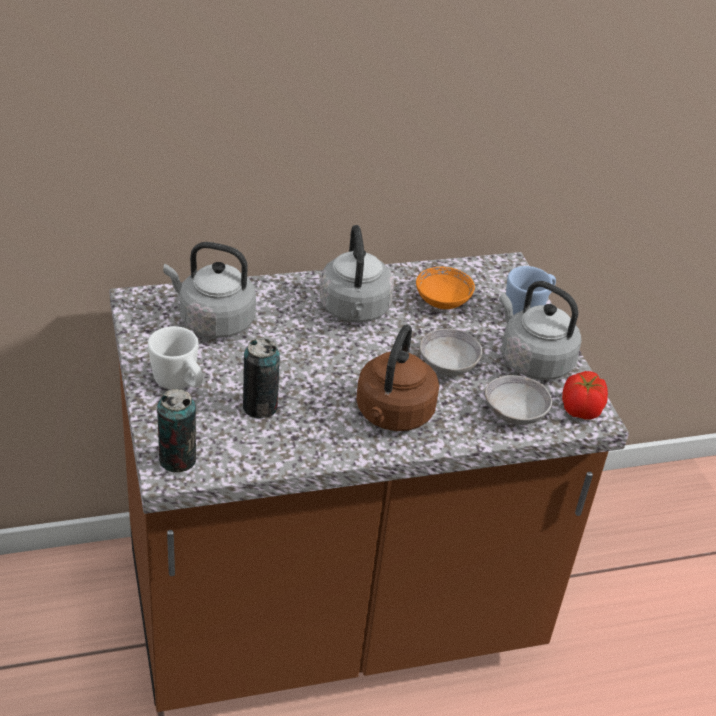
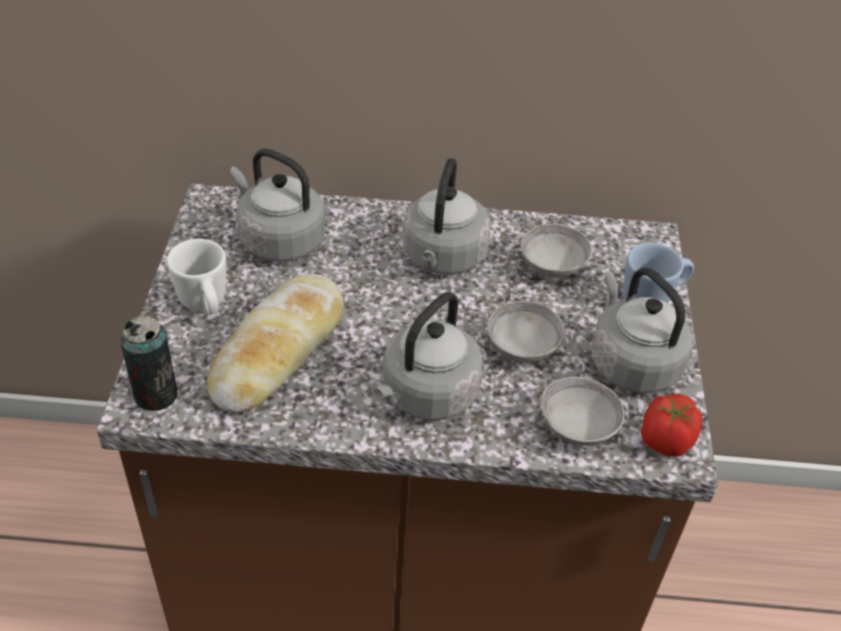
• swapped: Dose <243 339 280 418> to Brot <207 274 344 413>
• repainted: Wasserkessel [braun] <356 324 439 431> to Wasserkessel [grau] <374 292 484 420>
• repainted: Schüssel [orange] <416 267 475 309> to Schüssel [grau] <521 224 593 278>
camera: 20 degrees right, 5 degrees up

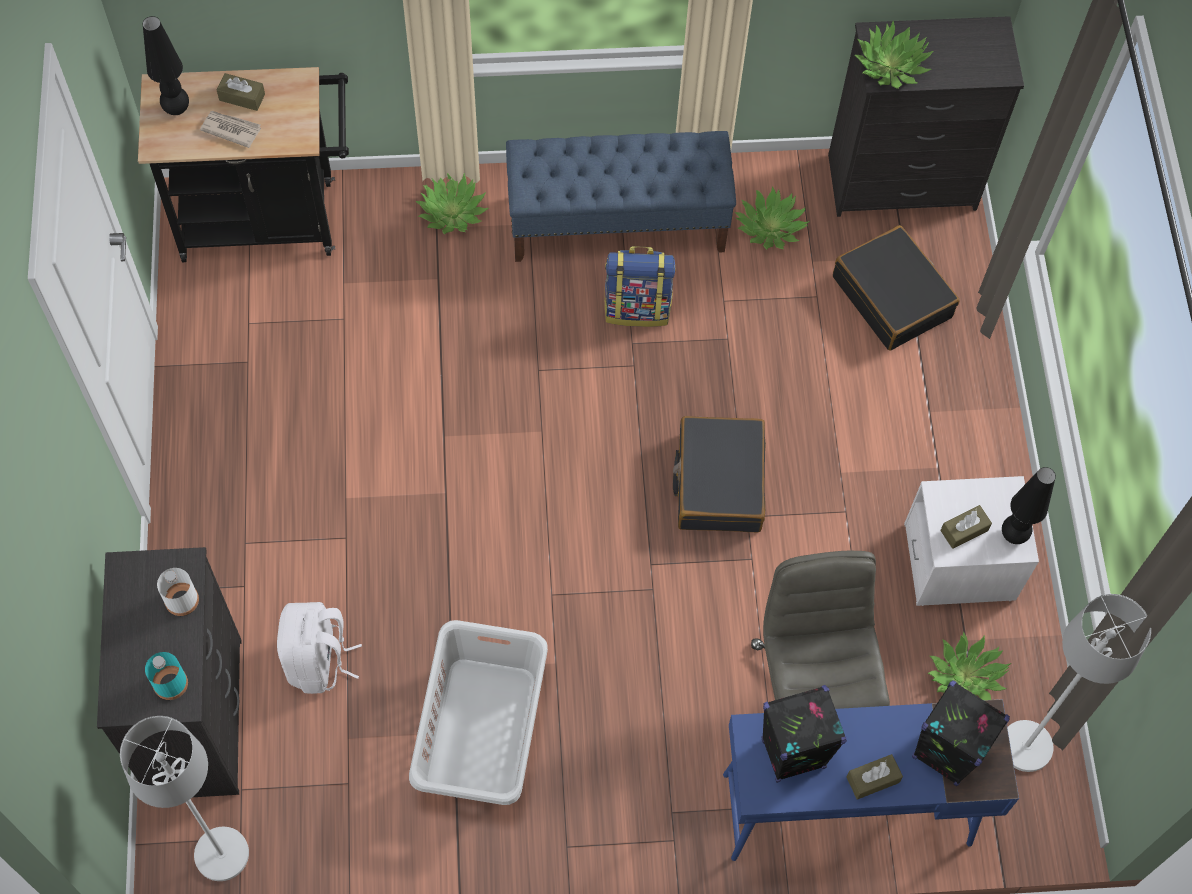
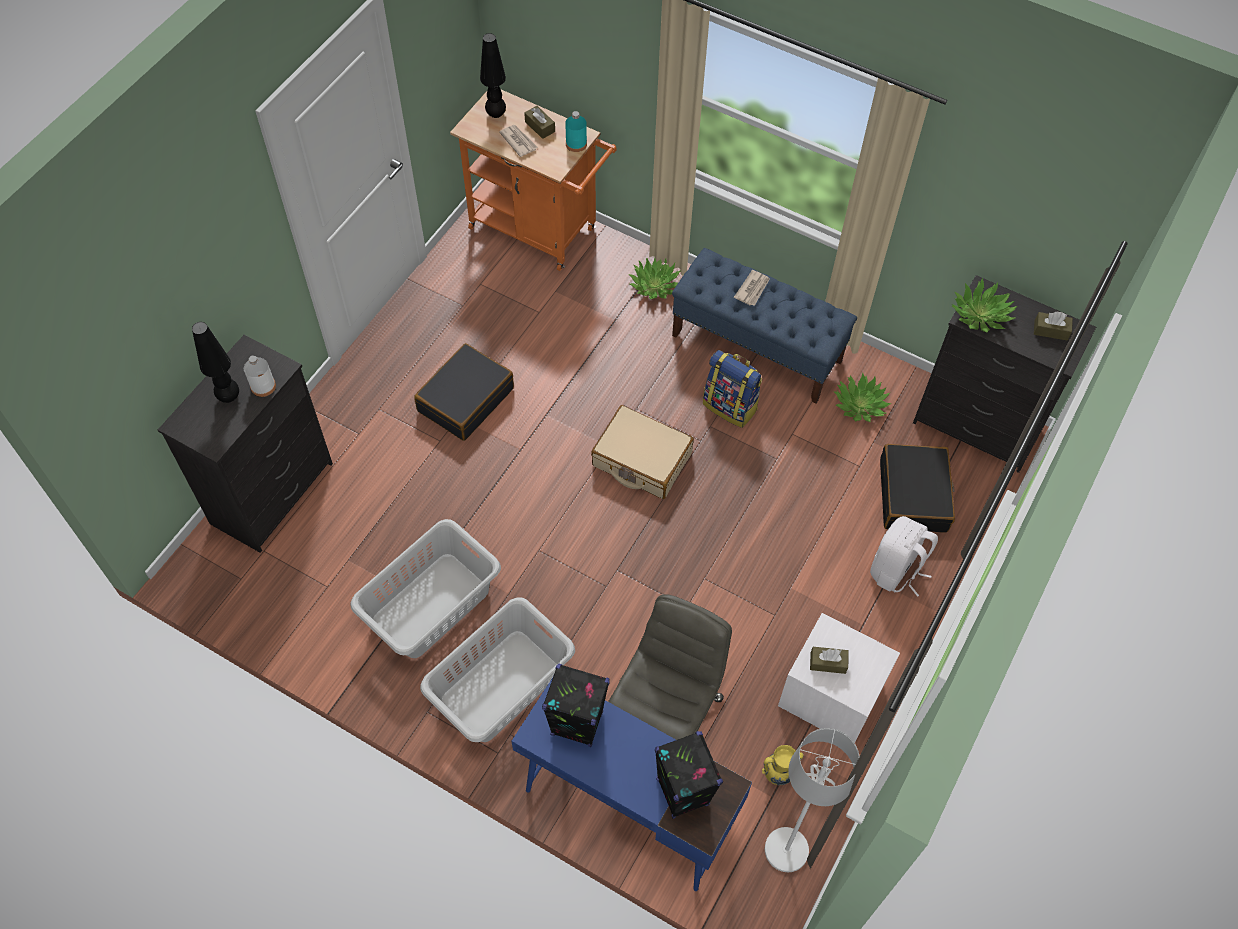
• gone: Stehlampe [weiß] <120 716 249 881>
• repainted: Rollwagen [schwarz] <138 67 349 262> to Rollwagen [orange] <450 90 617 271>
• shifted: Flasche [türkis] <145 652 188 700> to <565 111 587 152>
• shifted: Rucksack [weiß] <277 602 362 694> to <870 516 938 597>
• shifted: Koffer [schwarz] <673 416 766 532> to <414 343 514 441>
• shifted: Taschentuchbox [braun] <847 754 903 800> to <1034 312 1073 341>
• swapped: Topfpflanze <928 631 1012 700> to Vase [gelb] <762 745 804 785>
• shifted: Tischlampe [schwarz] <1002 467 1056 544> to <192 322 239 403>
• new: Wäschekorb [grau] <420 597 575 742>
• new: Koffer [beige] <591 405 694 499>
• new: Zeitung <734 270 770 306>
camera: 35 degrees right, 5 degrees down

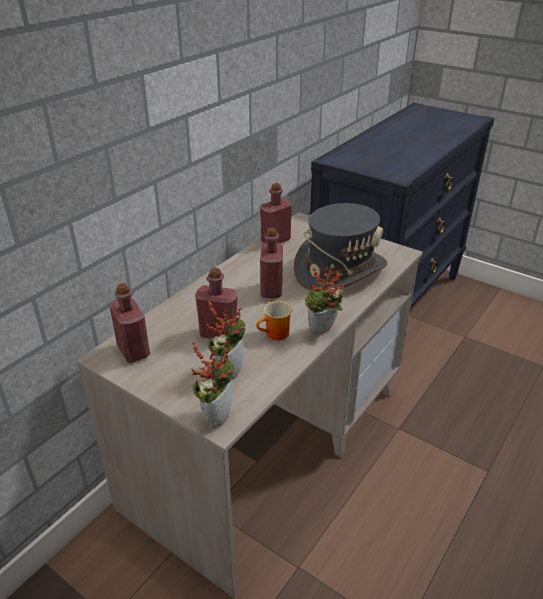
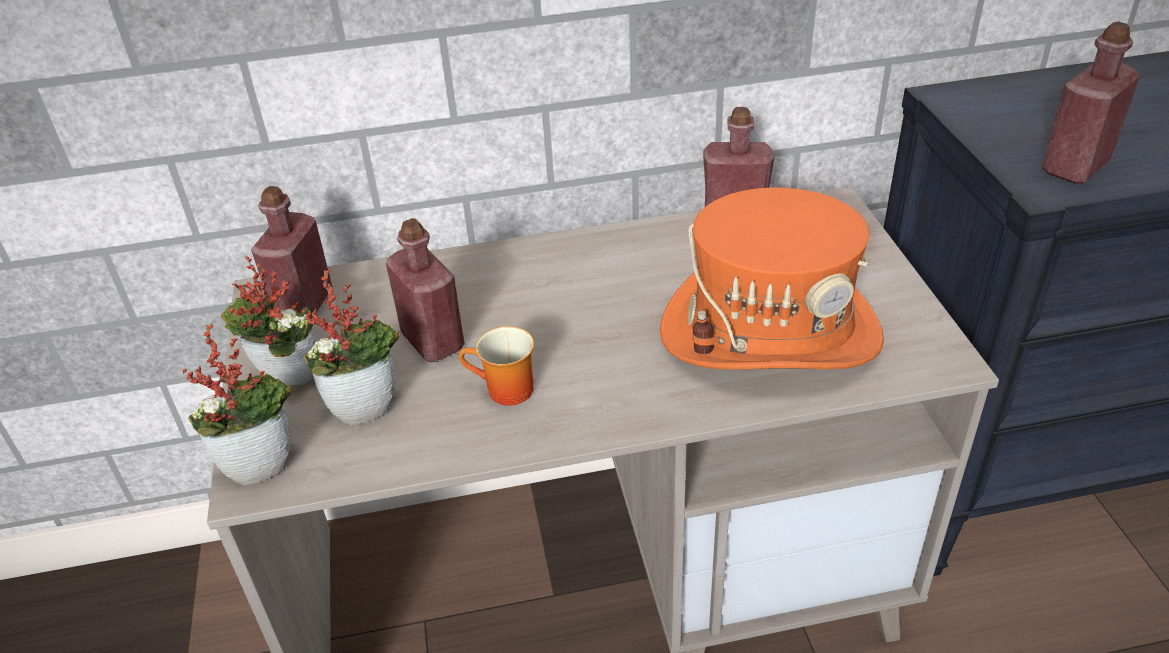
• shifted: Flasche [rot] <260 228 283 298> to <1042 21 1140 184>
• repainted: Hut [grau] <294 203 388 291> to Hut [orange] <660 187 884 369>
• shifted: Topfpflanze <305 267 344 335> to <221 256 316 385>
camera: 45 degrees right, 5 degrees up

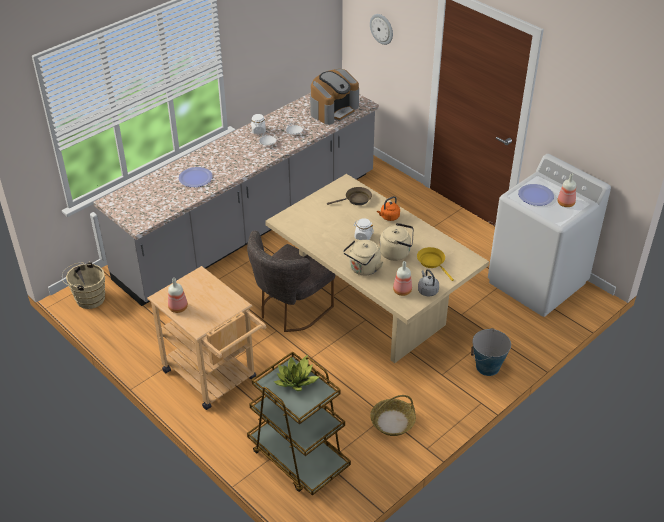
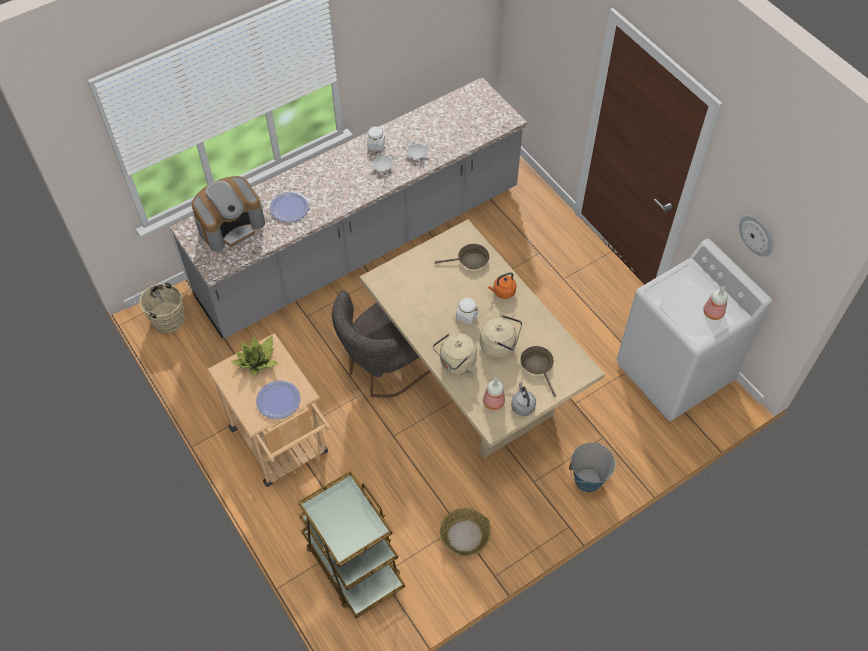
• gone: Flasche <168 278 188 313>
• shifted: Topfpflanze <274 354 319 391> to <231 335 278 375>
• shifted: Kaffeemaschine <310 69 359 125> to <192 176 265 251>
• shifted: Wanduhr <370 14 393 45> to <739 215 773 257>
• repainted: Pfanne [gelb] <417 247 454 281> to Pfanne [braun] <521 346 556 397>
• shifted: Teller <518 184 554 206> to <256 380 301 419>
camera: 10 degrees right, 15 degrees up

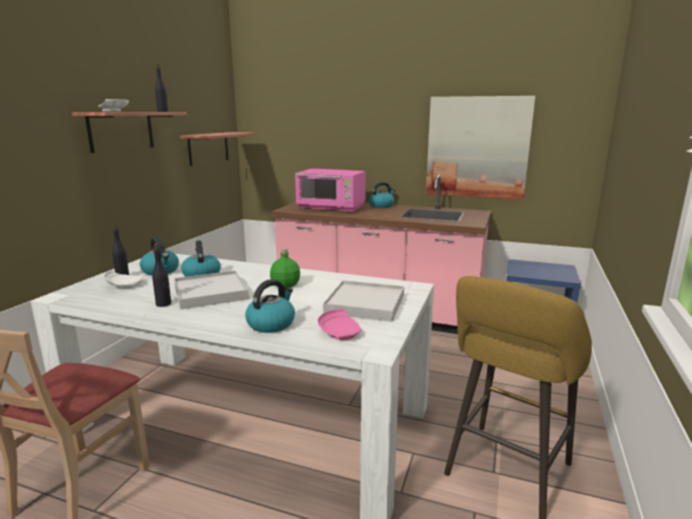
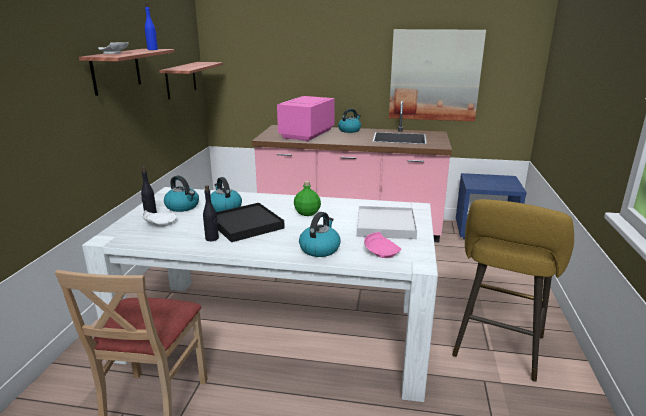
• repainted: Flasche [schwarz] <155 64 168 112> to Flasche [blau] <145 3 158 50>
• repainted: Tablett [weiß] <174 270 249 310> to Tablett [schwarz] <216 203 285 242>
• rotated: Mikrowelle [rosa] <295 169 366 212> = <277 96 335 142> 105 degrees clockwise
camera: 10 degrees left, 5 degrees up

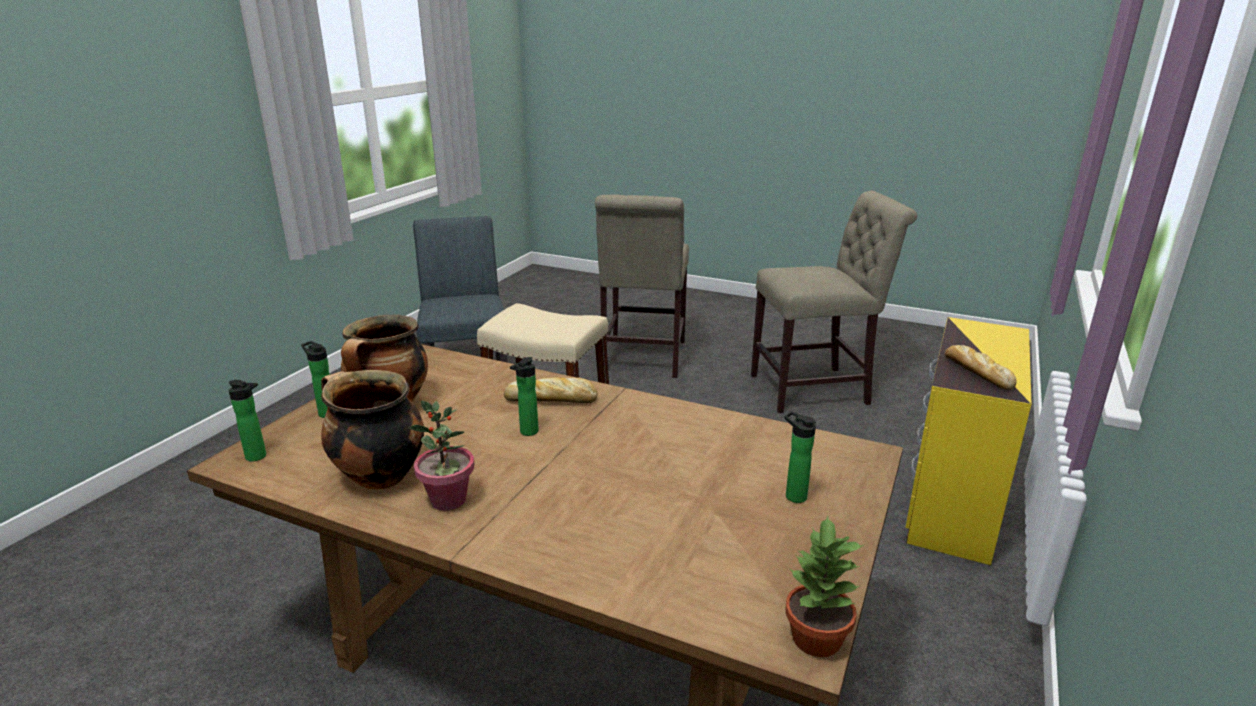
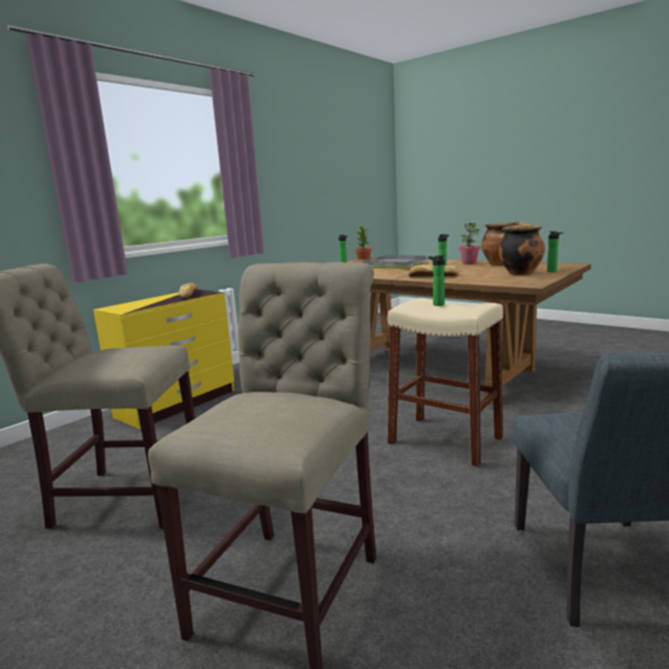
• shifted: Flasche <229 380 266 462> to <428 255 445 306>
• new: Tablett [grau] <362 255 430 269>
camera: 165 degrees left, 10 degrees down

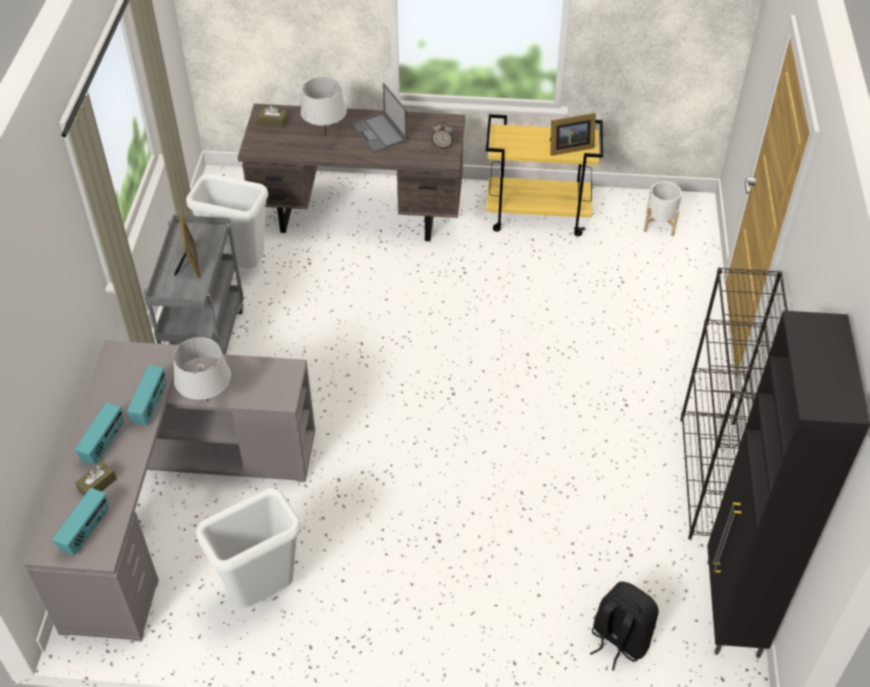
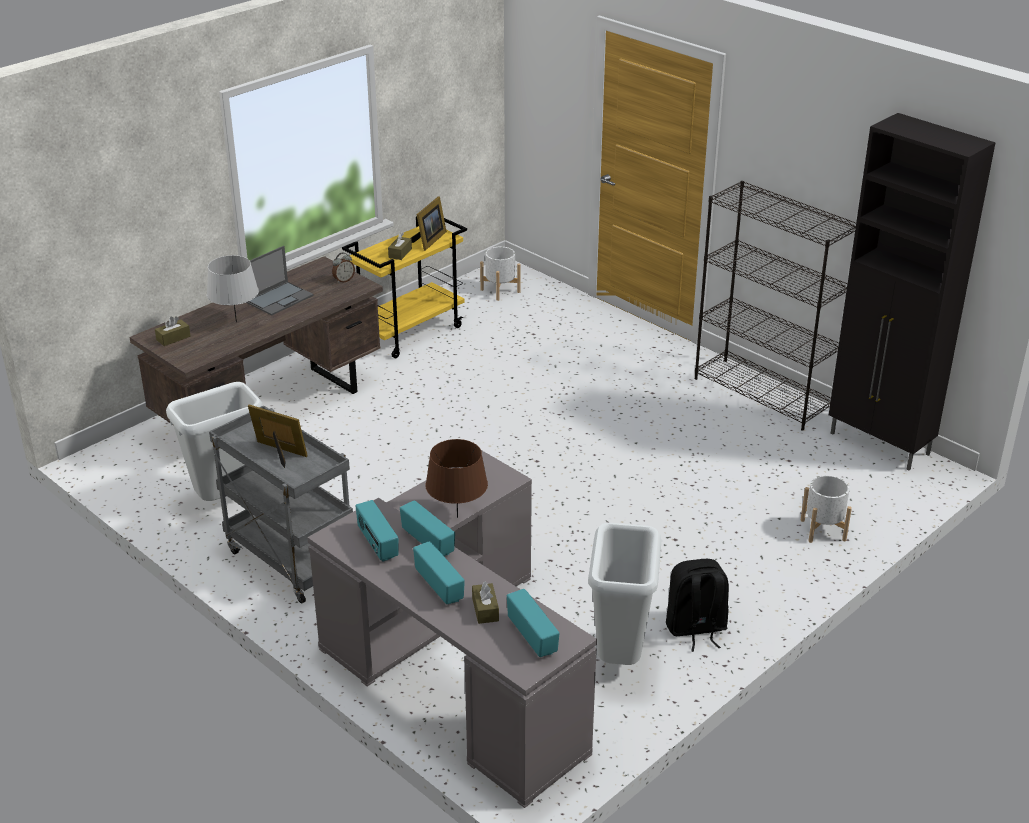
• repainted: Tischlampe [grau] <173 337 231 401> to Tischlampe [braun] <426 439 488 518>
• rotated: Laptop <352 83 408 153> = <246 246 313 315> 60 degrees counterclockwise
• shifted: Rucksack [schwarz] <590 582 659 671> to <666 559 729 652>
• new: Radio <356 500 398 562>
• new: Taschentuchbox [braun] <388 233 412 260>
• new: Pflanzkübel [weiß] <800 475 852 543>
camera: 50 degrees left, 15 degrees down

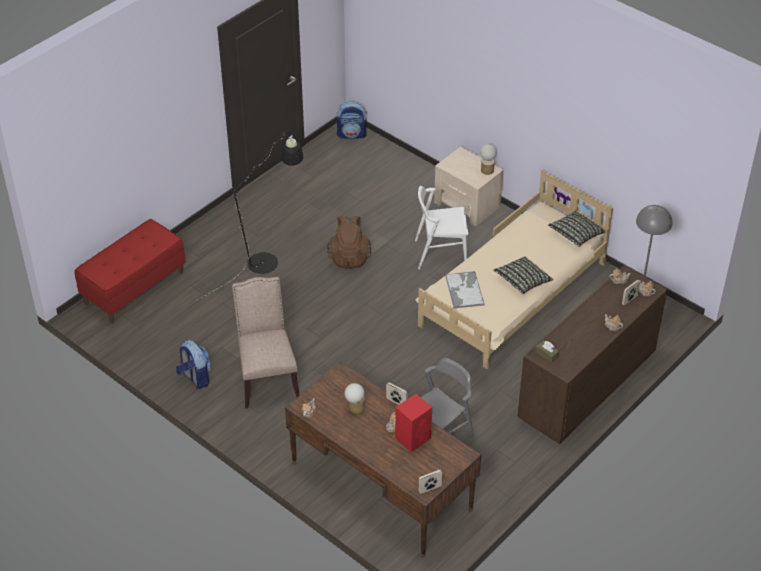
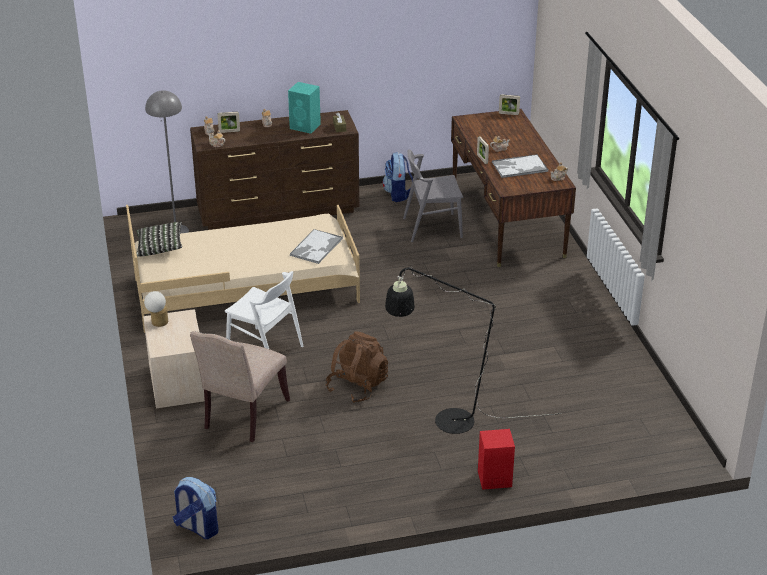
• gone: Bank [rot] <75 219 186 323>
• shifted: Rucksack <176 340 211 389> to <382 152 413 202>
• shifted: Stuhl [beige] <232 277 300 409> to <190 331 290 442>
• swapped: Tischlampe <345 383 365 414> to Tablett <492 154 548 178>
• shifted: Lautsprecher [rot] <395 394 432 452> to <478 429 515 490>
• gone: Kissen <493 256 553 294>
• new: Lautsprecher [türkis] <288 82 321 134>
camera: 145 degrees left, 10 degrees down

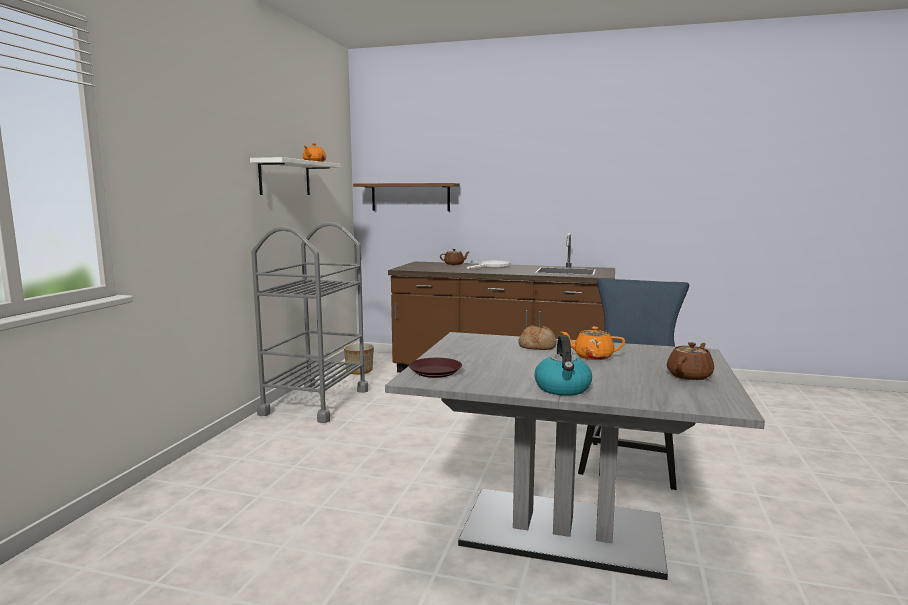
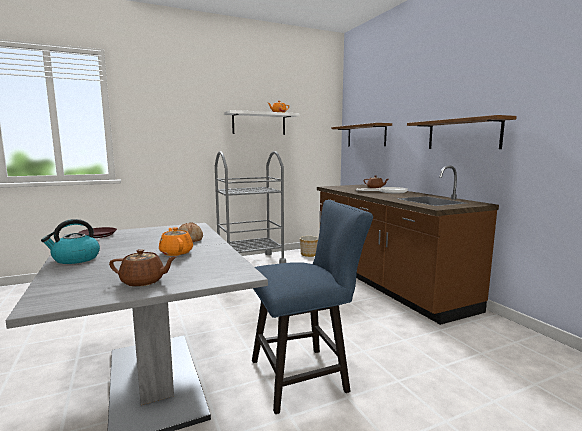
• new: Wandregal <407 115 517 149>
camera: 50 degrees right, 0 degrees up

